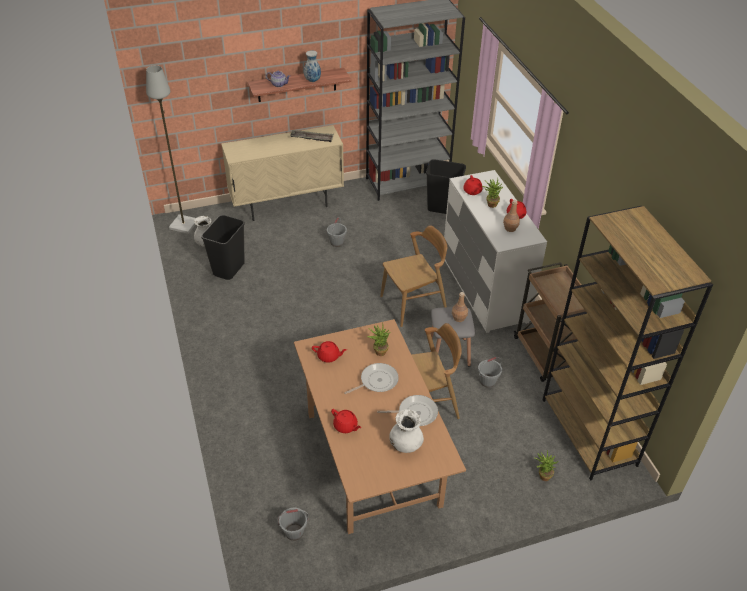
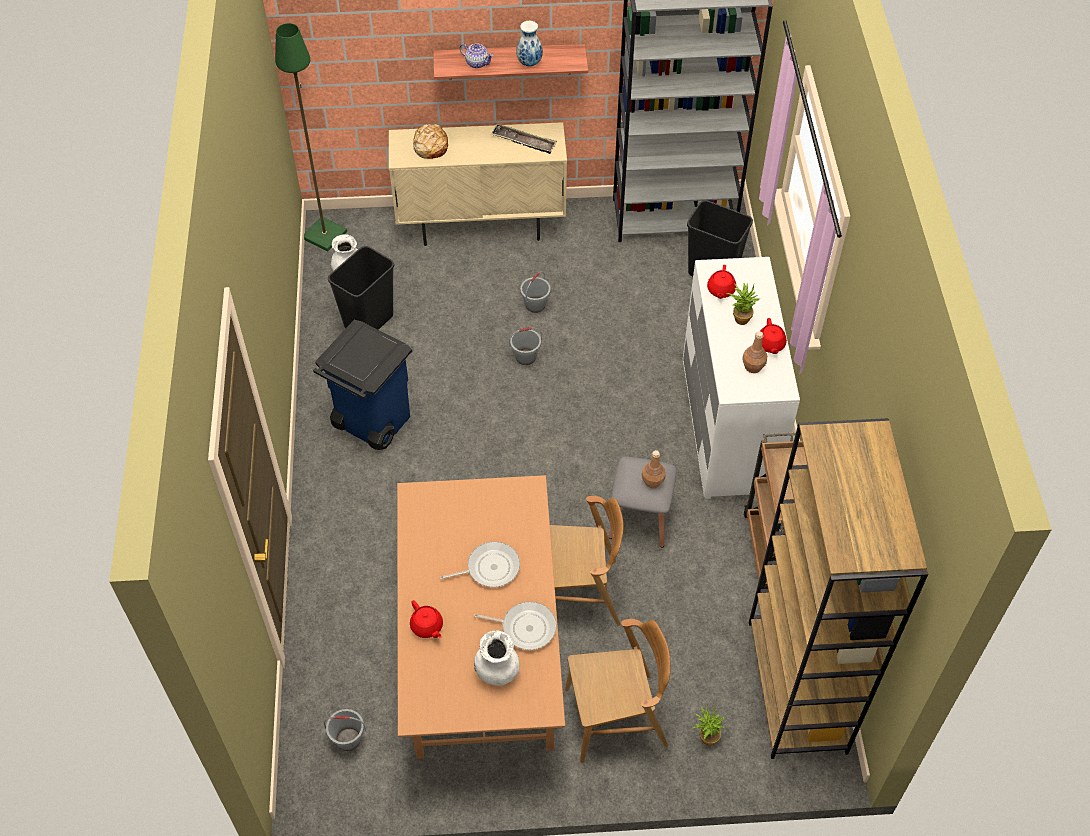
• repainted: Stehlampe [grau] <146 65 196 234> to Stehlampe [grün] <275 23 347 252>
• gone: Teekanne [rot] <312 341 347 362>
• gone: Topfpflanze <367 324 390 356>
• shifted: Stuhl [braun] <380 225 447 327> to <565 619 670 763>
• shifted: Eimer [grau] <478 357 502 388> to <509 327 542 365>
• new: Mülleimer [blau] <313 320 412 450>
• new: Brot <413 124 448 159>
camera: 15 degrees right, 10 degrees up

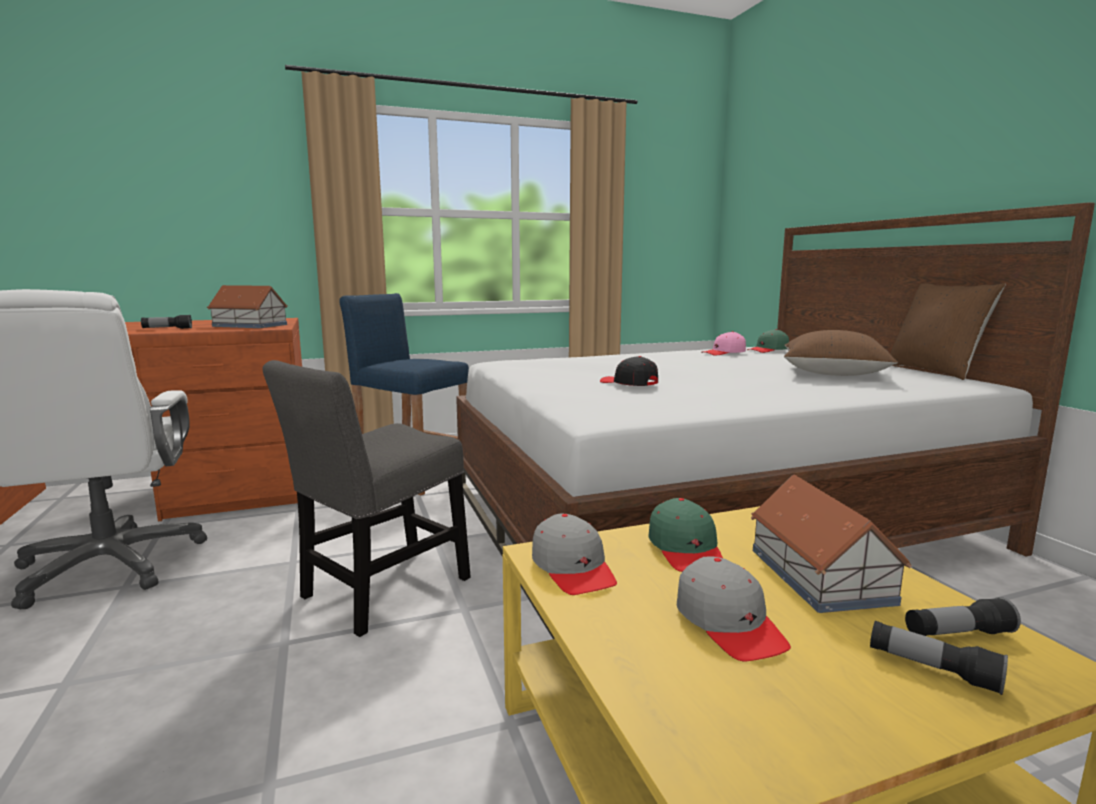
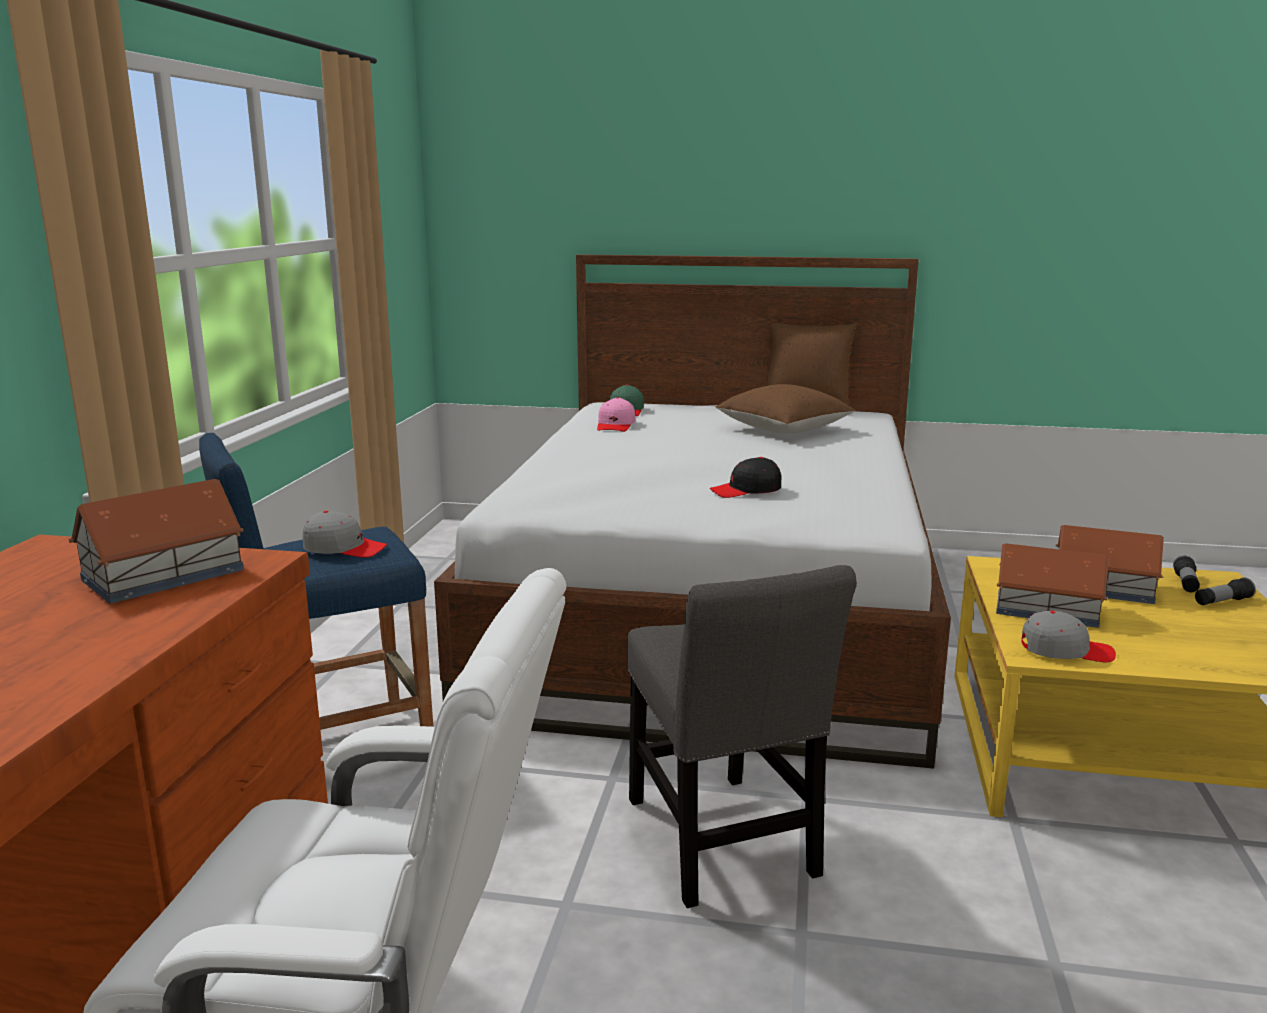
• gone: Taschenlampe <141 315 192 329>
• swapped: Kappe [grün] <649 498 723 572> to Spielzeughaus <996 543 1109 628>
• shifted: Kappe [grau] <677 557 791 661> to <303 511 387 558>
camera: 60 degrees left, 5 degrees up

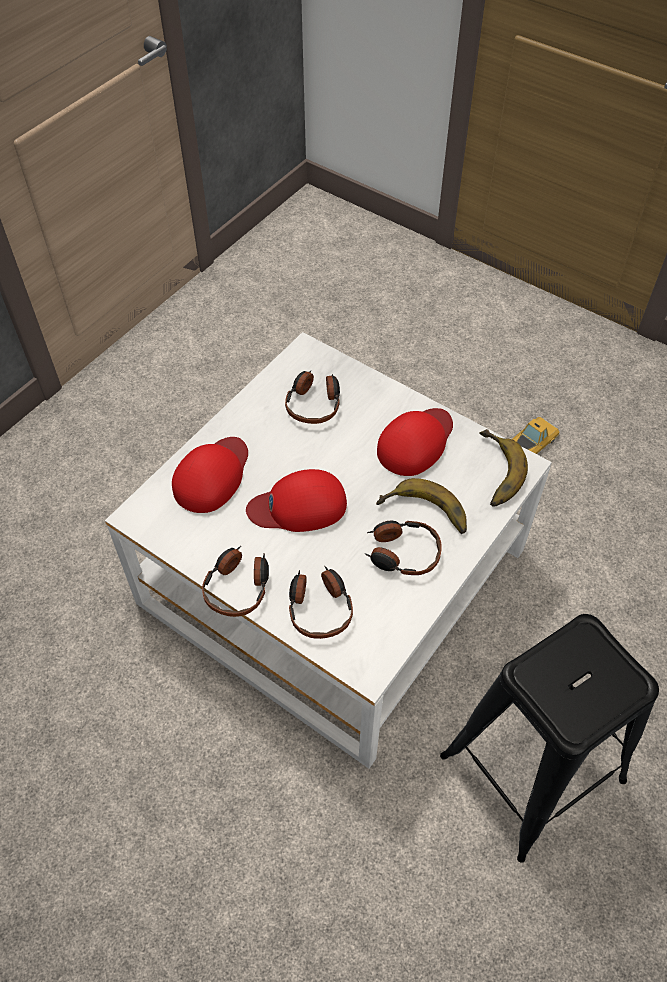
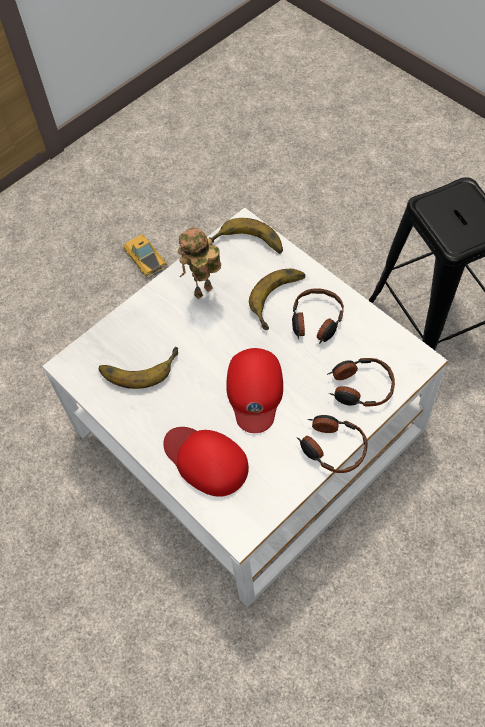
• swapped: Kopfhörer <285 370 340 424> to Banane <99 347 178 389>
• swapped: Kappe [rot] <377 408 453 476> to Spielzeugroboter <178 228 221 299>
camera: 75 degrees left, 5 degrees up

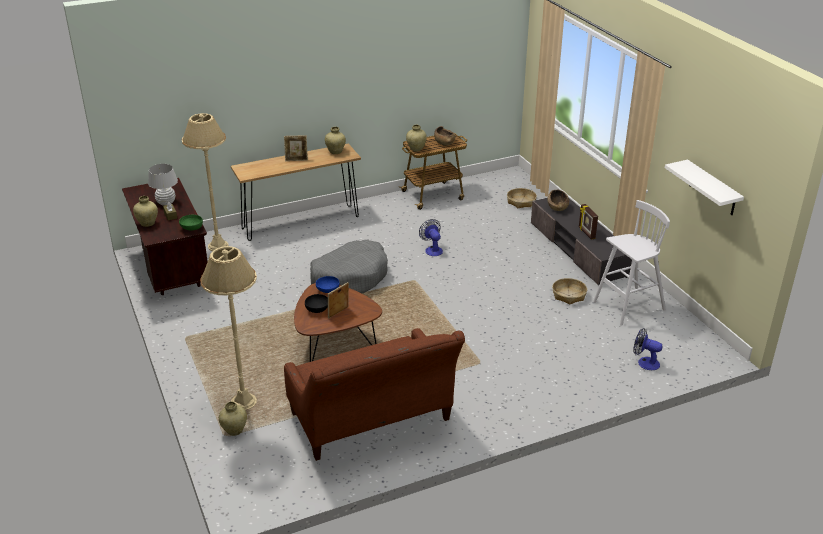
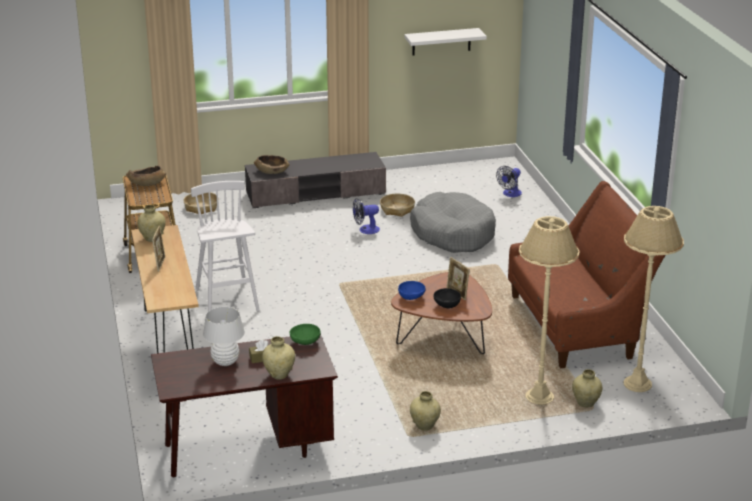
• shifted: Stehlampe [beige] <182 113 229 251> to <624 206 684 392>
• shifted: Hundebett [grau] <310 240 388 293> to <410 192 496 253>
• shifted: Vase [beige] <406 125 427 152> to <410 391 441 431>
• shifted: Ventilator <419 219 443 256> to <353 198 380 234>
• gone: Bilderrahmen <579 204 598 240>
• shifted: Hocker [weiß] <593 200 670 326> to <191 181 259 312>
camera: 80 degrees left, 5 degrees down

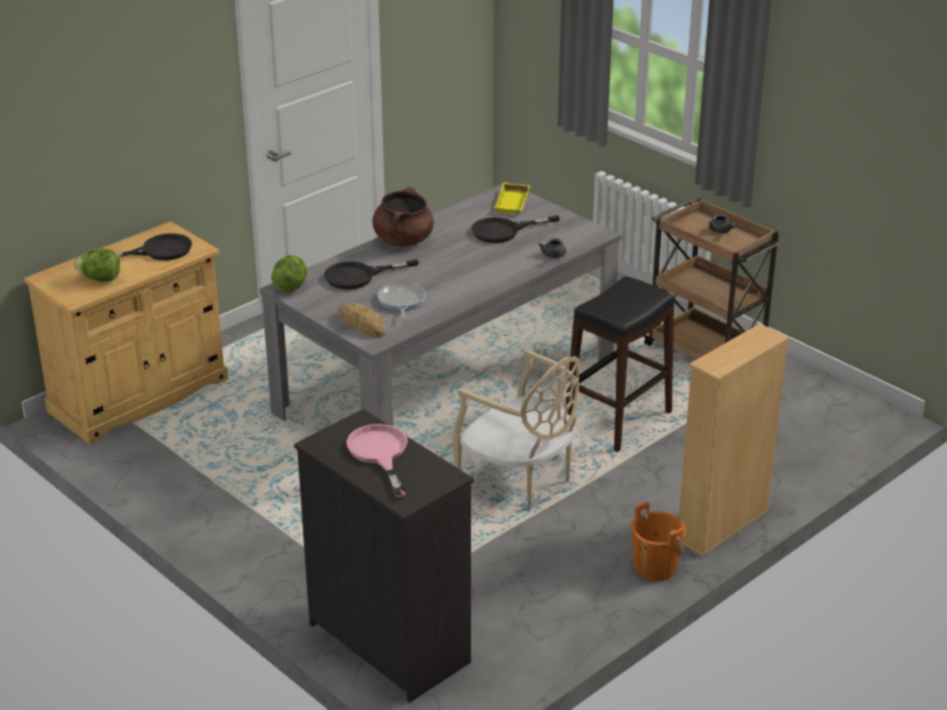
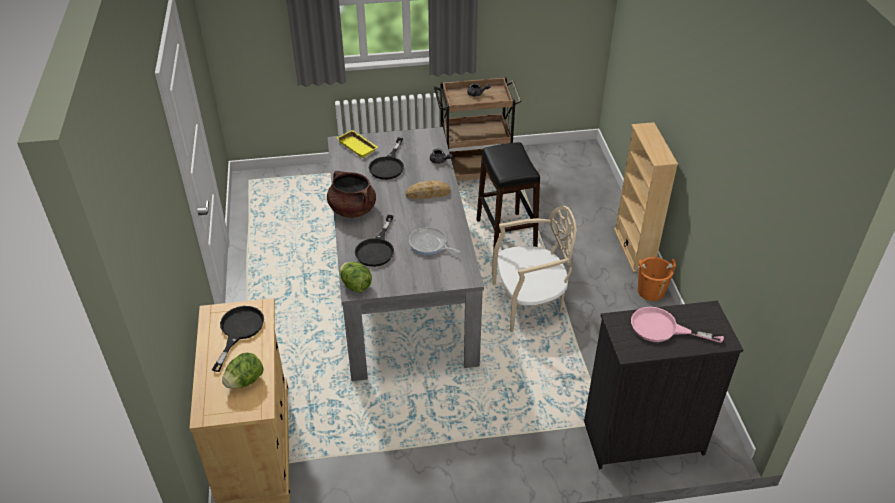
• shifted: Brot <338 303 385 338> to <405 180 451 199>
camera: 55 degrees left, 10 degrees up

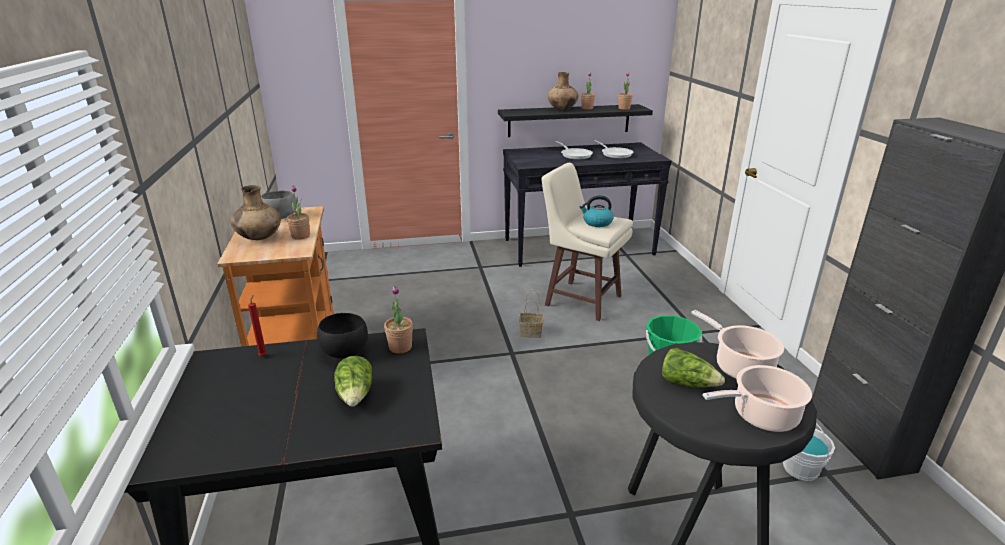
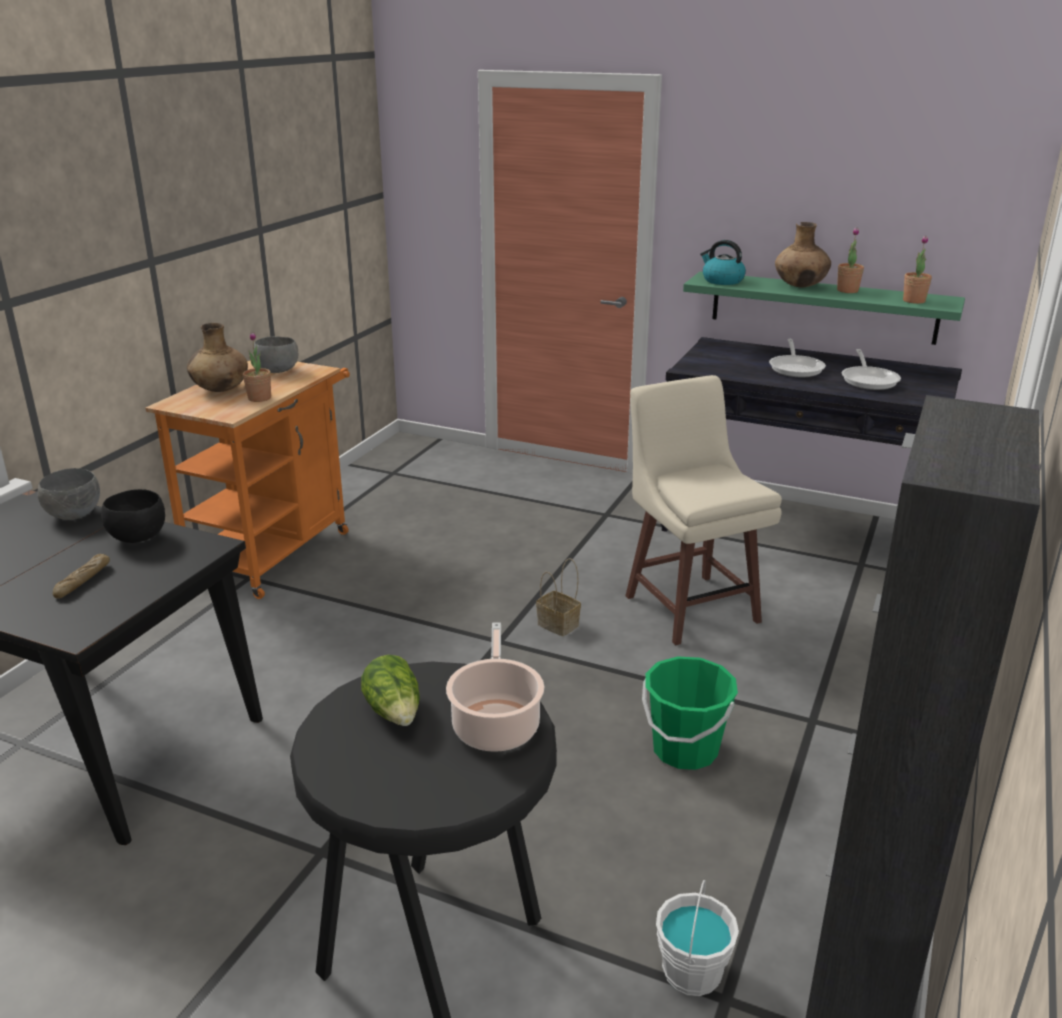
• swapped: Kerze [rot] <248 295 267 356> to Schüssel [grau] <38 468 100 520>
• swapped: Salatkopf <334 356 372 407> to Brot <53 554 110 599>
• gone: Topfpflanze <384 286 413 353>
• repainted: Wandregal [schwarz] <498 104 653 137> to Wandregal [grün] <683 271 965 345>
• shifted: Wasserkessel <579 195 614 227> to <700 240 746 285>
• gone: Kochtopf <702 365 812 432>
camera: 35 degrees right, 0 degrees up

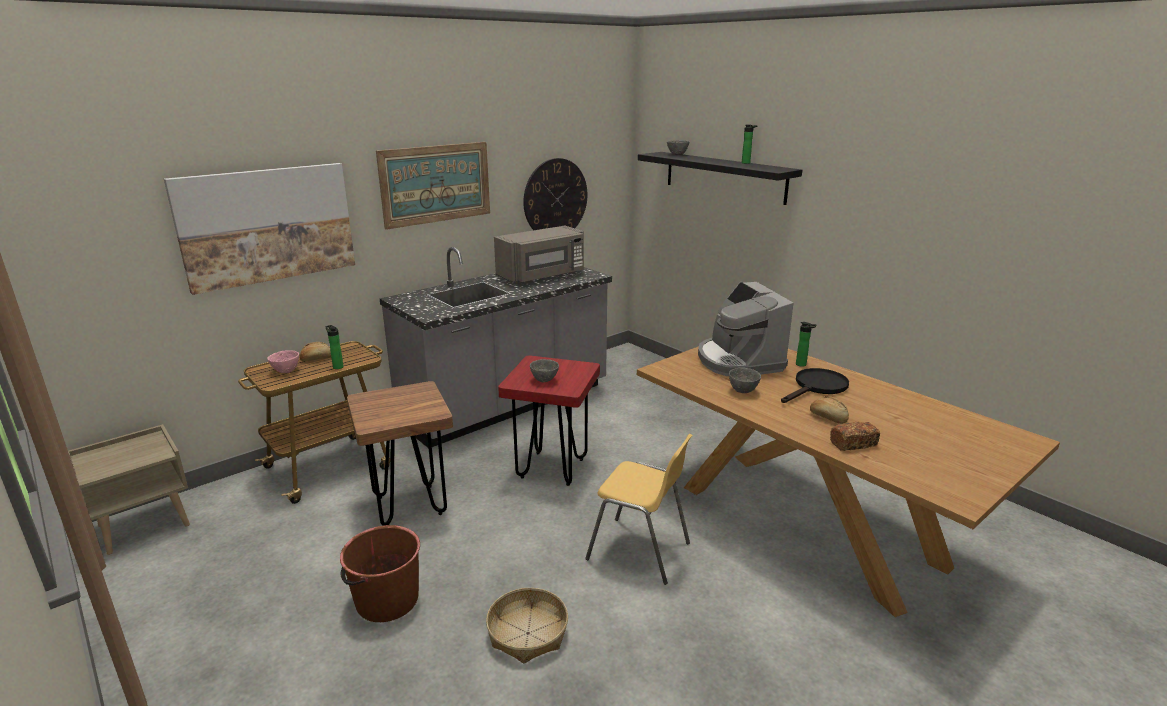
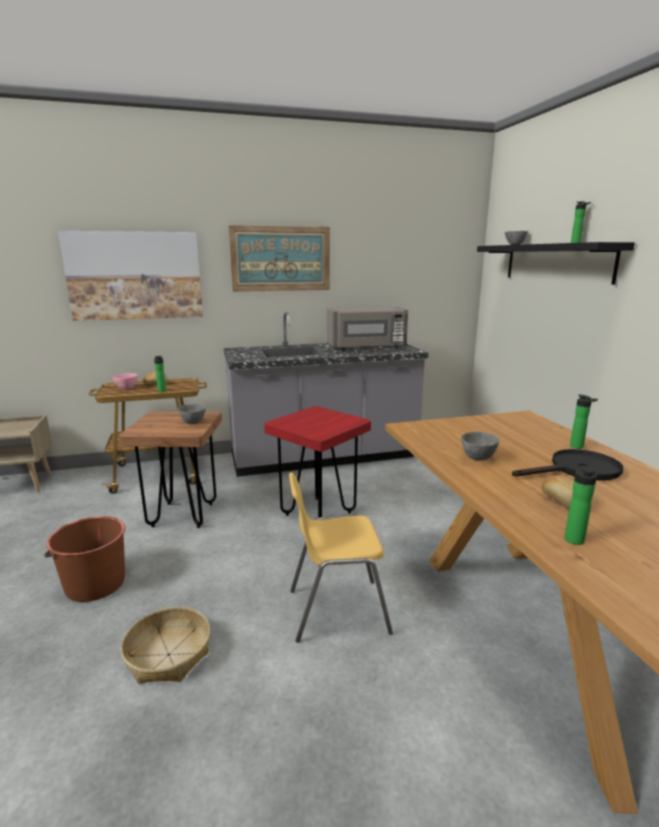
• gone: Wanduhr <523 158 587 230>
• shifted: Schüssel [grau] <530 359 559 382> to <178 404 206 424>
• rotated: Stuhl [gelb] <585 434 693 585> = <289 472 393 643> 120 degrees clockwise
• gone: Kaffeemaschine <698 282 793 376>
• swapped: Brot <830 422 880 451> to Flasche <564 463 597 545>
camera: 25 degrees right, 5 degrees down

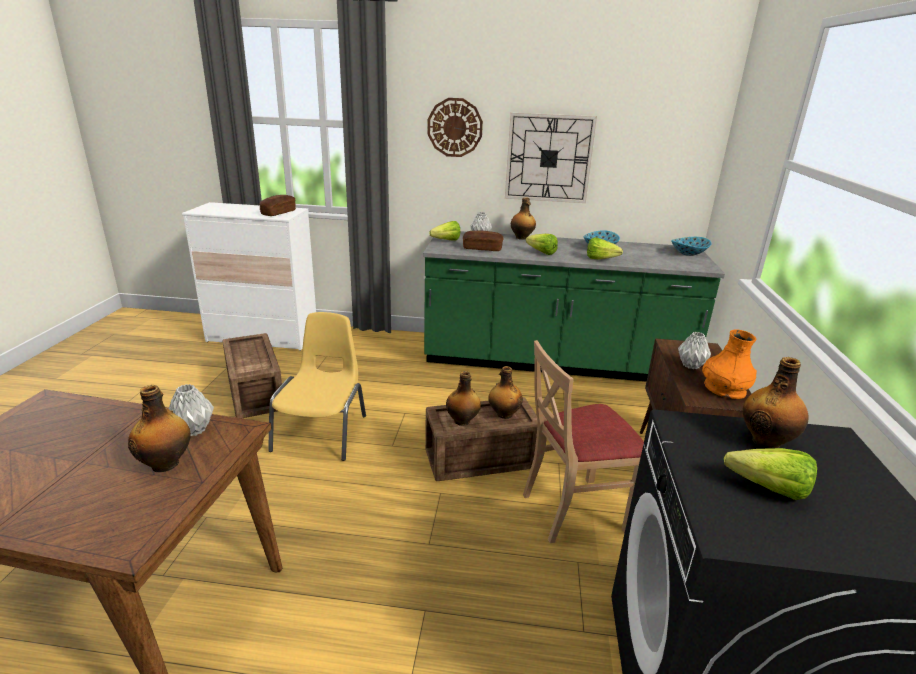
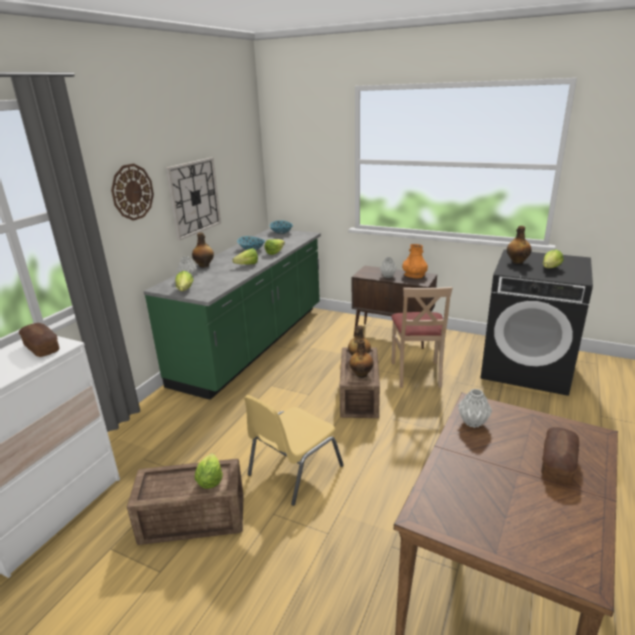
• gone: Flasche <128 385 191 472>
• rotated: Stuhl [gelb] <268 312 366 461> = <244 395 344 506> 75 degrees counterclockwise
• shifted: Brot <463 231 503 251> to <541 427 579 484>
• new: Salatkopf <195 453 223 489>
camera: 70 degrees left, 0 degrees up

